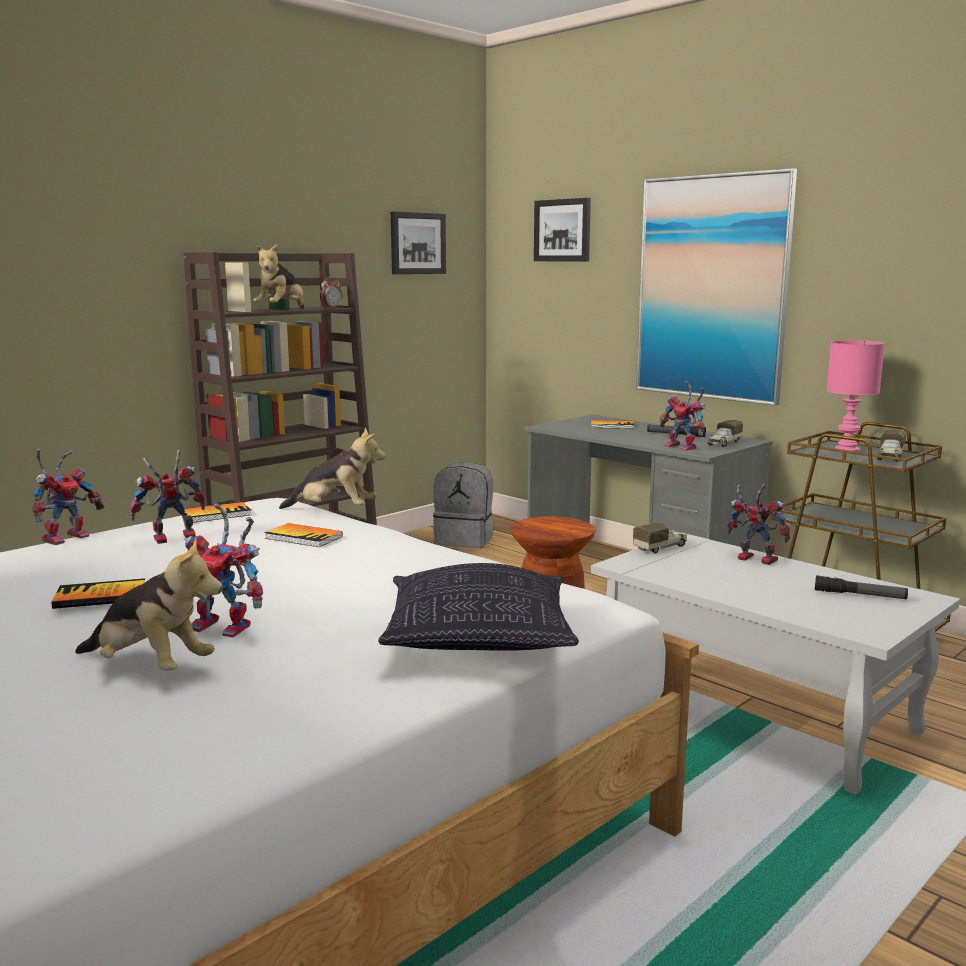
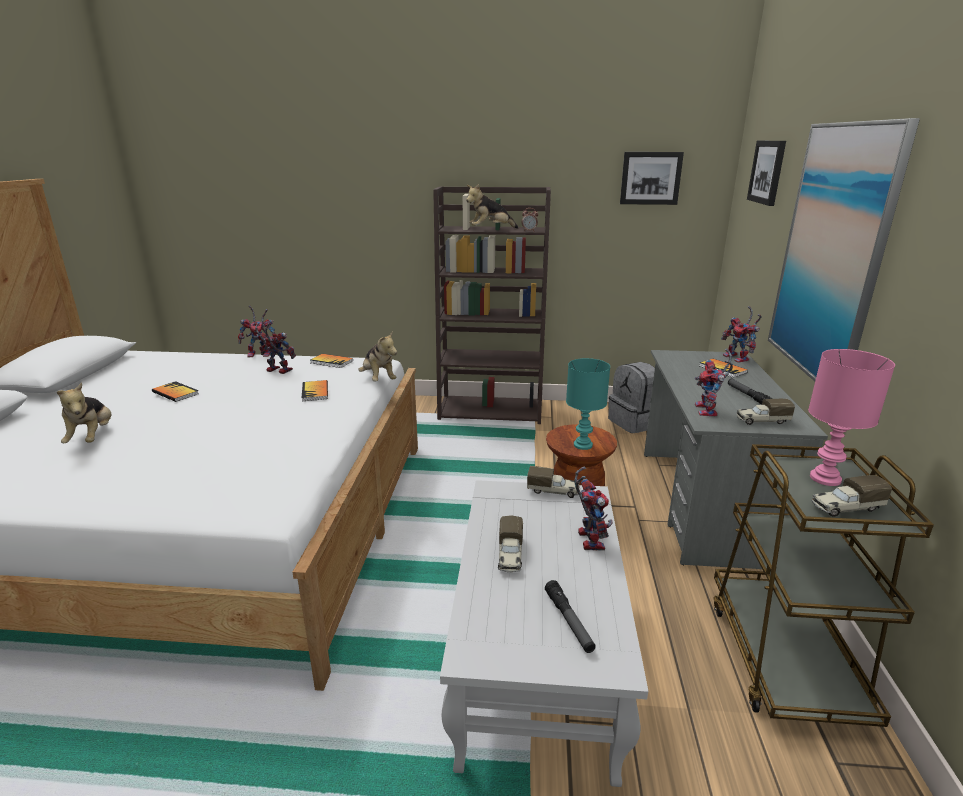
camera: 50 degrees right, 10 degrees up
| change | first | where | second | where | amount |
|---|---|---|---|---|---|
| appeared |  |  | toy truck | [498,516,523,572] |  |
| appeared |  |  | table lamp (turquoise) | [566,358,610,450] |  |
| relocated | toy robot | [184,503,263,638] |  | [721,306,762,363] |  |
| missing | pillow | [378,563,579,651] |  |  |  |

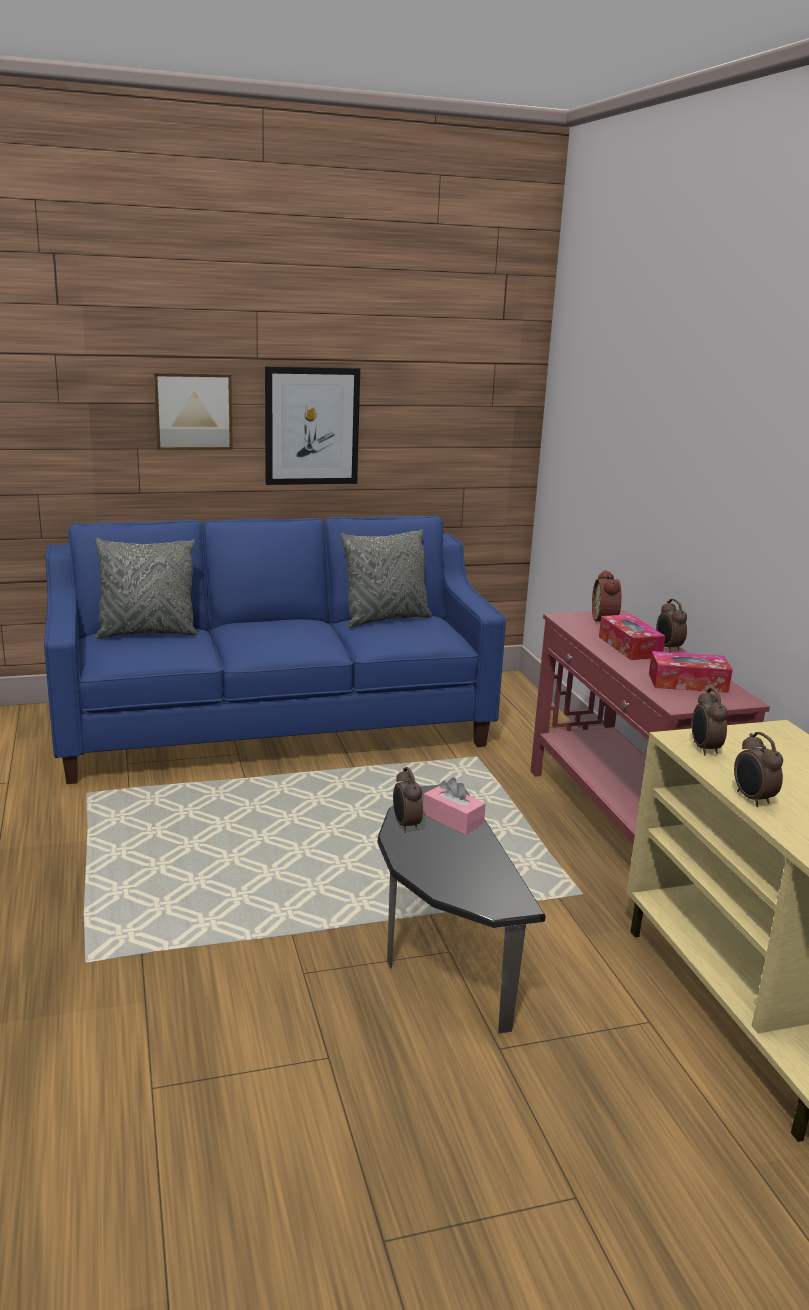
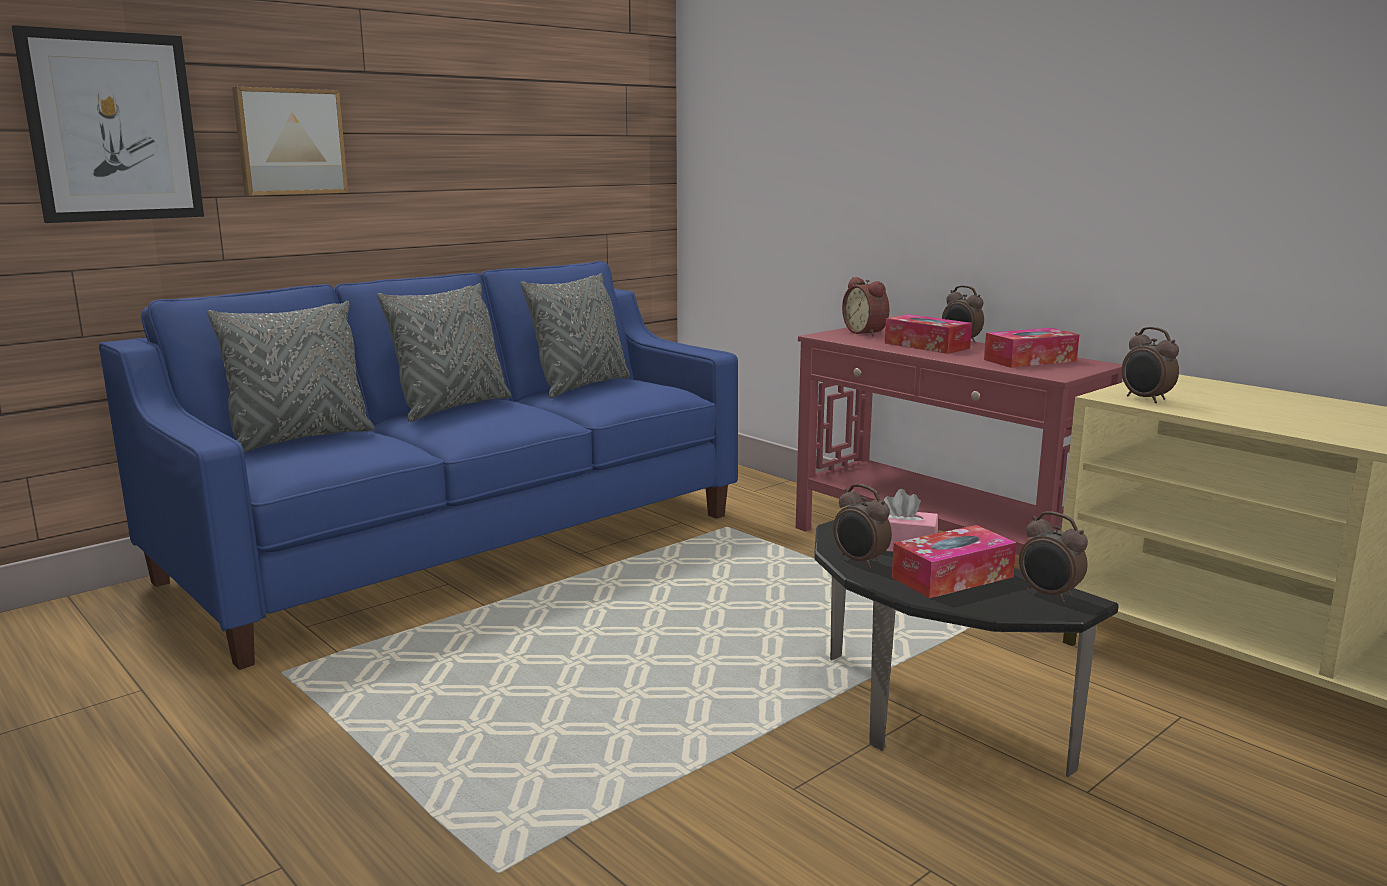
camera: 25 degrees left, 5 degrees down
| change | first | where | second | where | amount |
|---|---|---|---|---|---|
| relocated | picture | [265,366,360,485] |  | [12,25,204,223] |  |
| appeared |  |  | pillow (grey) | [377,283,511,422] |  |
| appeared |  |  | tissue box | [892,525,1017,598] |  |
| relocated | alarm clock | [734,732,783,807] |  | [1019,512,1088,603] |  |

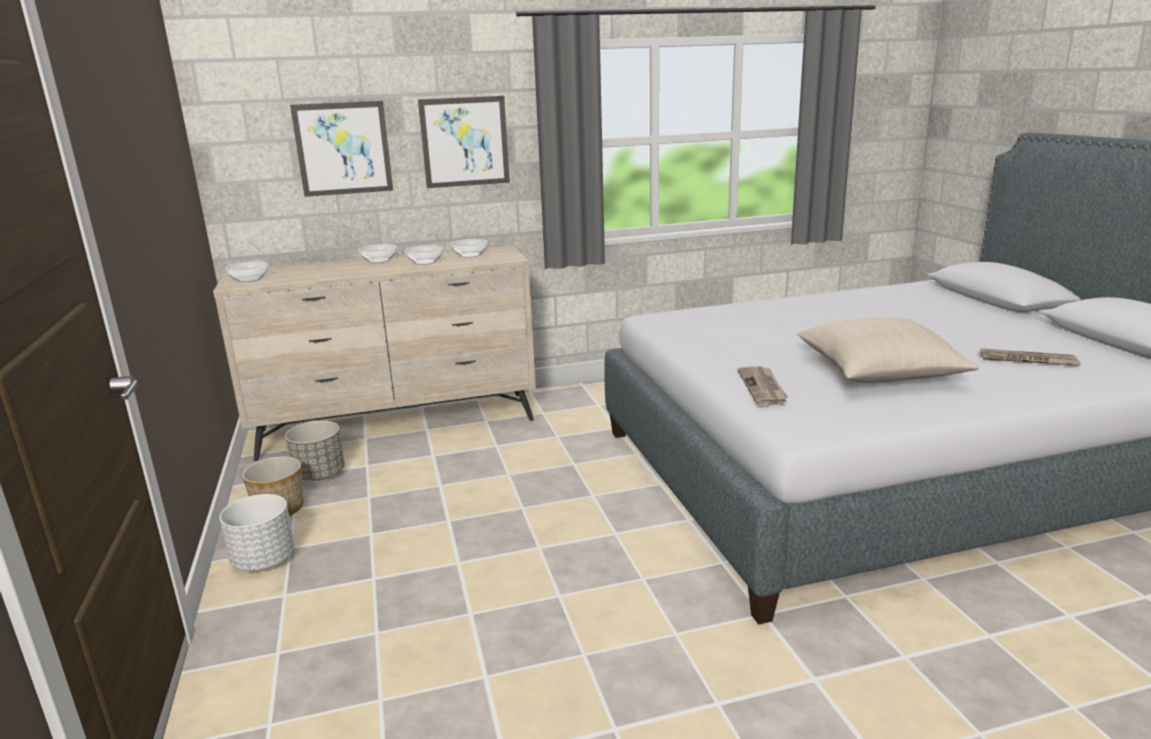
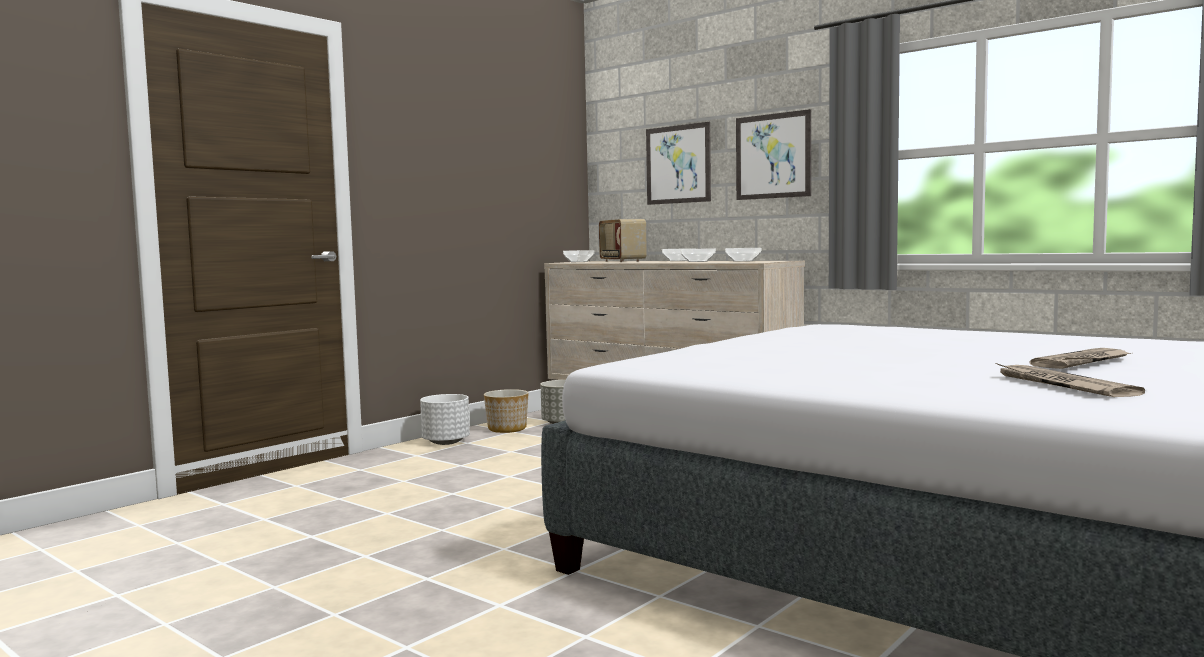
camera: 55 degrees right, 15 degrees down
| change | first | where | second | where | amount |
|---|---|---|---|---|---|
| appeared |  |  | radio | [599,219,646,262] |  |
| relocated | newspaper | [737,366,788,406] |  | [1029,348,1131,369] |  |
| missing | pillow (beige) | [797,317,979,383] |  |  |  |

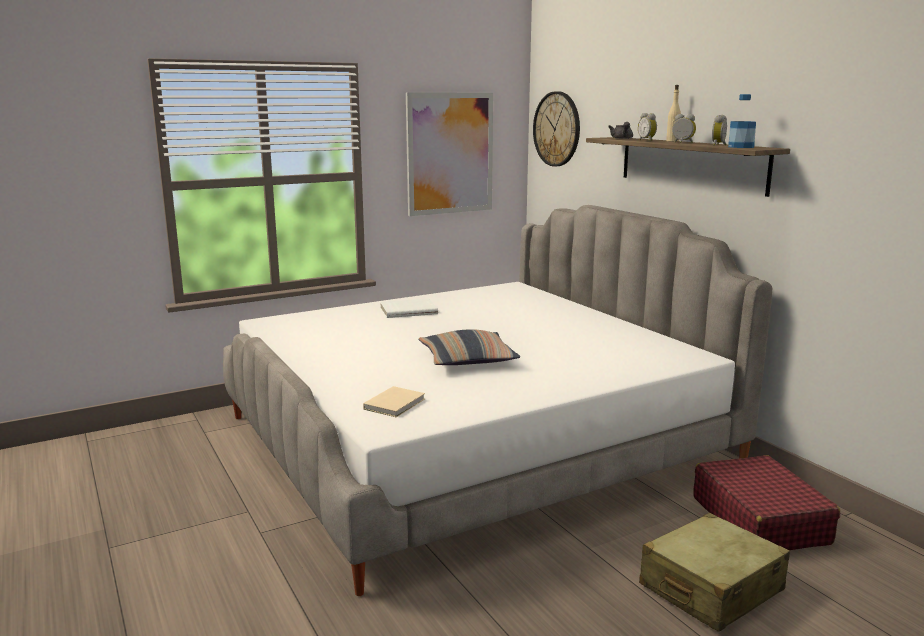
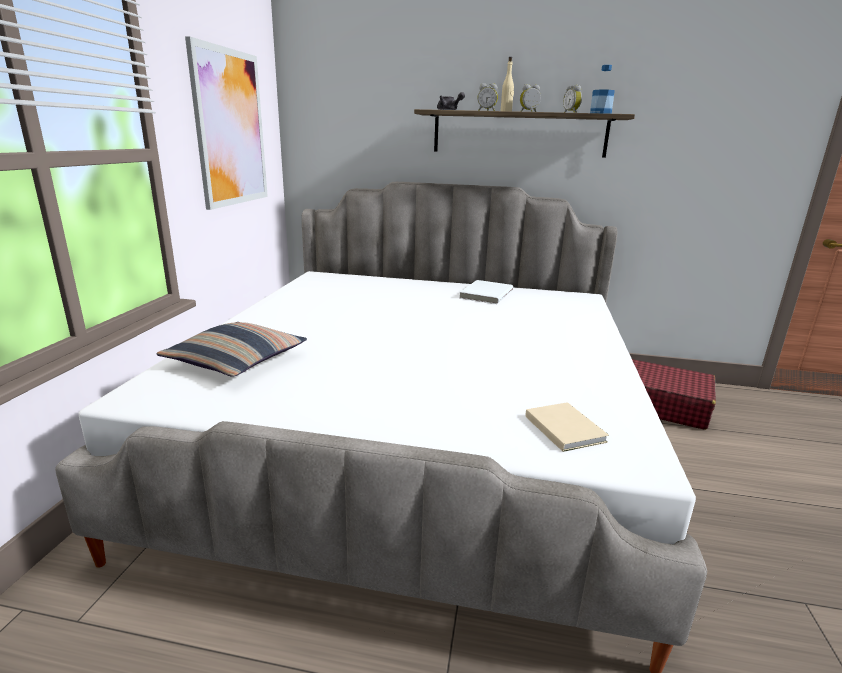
camera: 50 degrees left, 5 degrees up
| change | first | where | second | where | amount |
|---|---|---|---|---|---|
| relocated | pillow | [418,329,520,365] |  | [157,322,307,377] |  |
| relocated | book (white) | [380,299,438,318] |  | [459,280,513,304] |  |
| missing | wall clock | [533,91,580,166] |  |  |  |
| missing | suitcase (beige) | [639,513,790,632] |  |  |  |

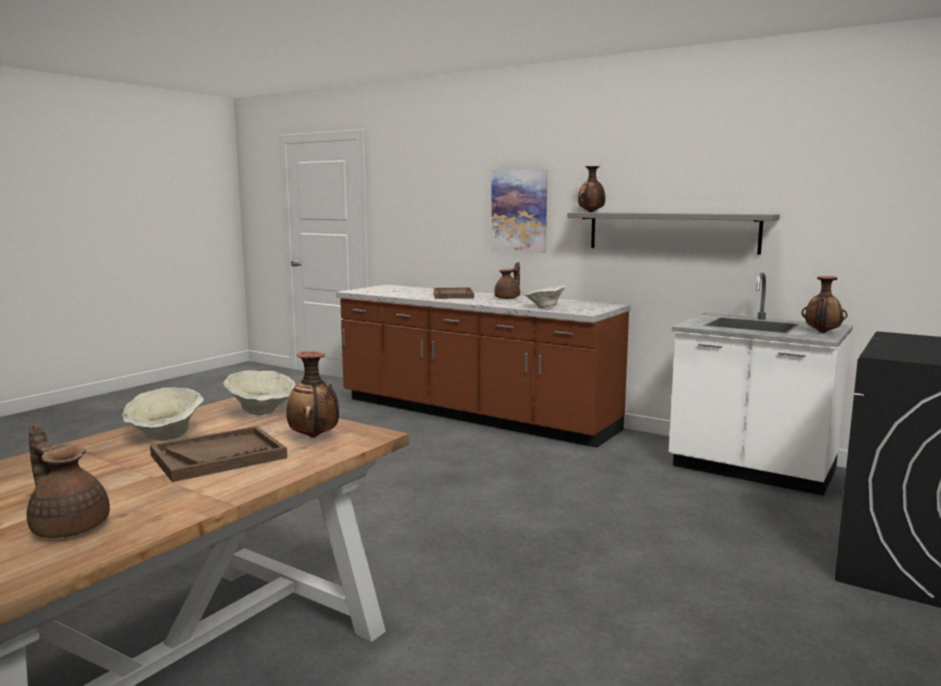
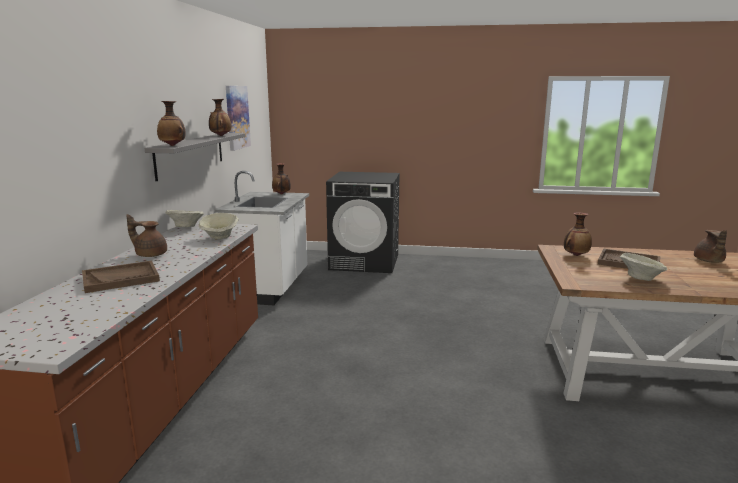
camera: 115 degrees left, 5 degrees up
| change | first | where | second | where | amount |
|---|---|---|---|---|---|
| relocated | bowl (beige) | [223,370,296,415] |  | [165,210,204,227] |  |
| appeared |  |  | vase | [209,99,231,136] |  |
| relocated | picture | [491,169,548,253] |  | [226,86,251,151] |  |

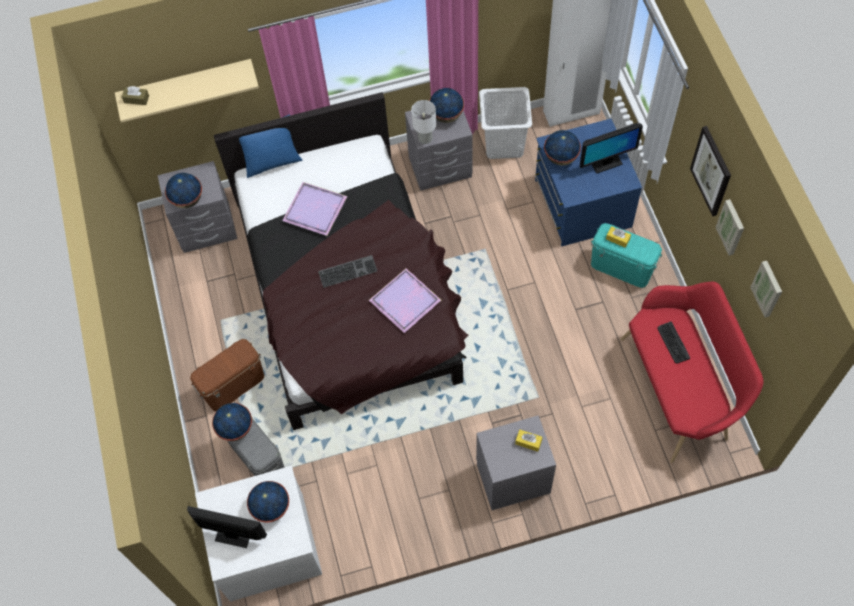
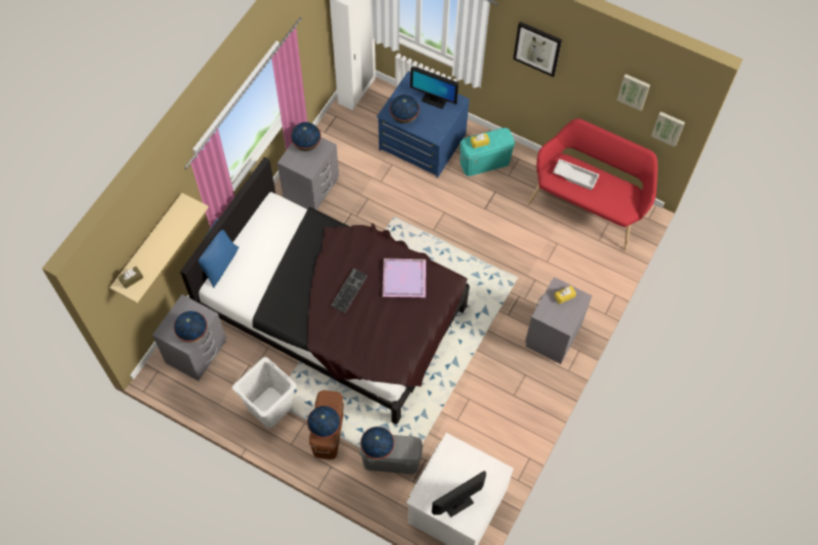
camera: 50 degrees left, 0 degrees up
| change | first | where | second | where | amount |
|---|---|---|---|---|---|
| relocated | laundry basket (white) | [479,87,532,159] |  | [232,357,296,428] |  |
| relocated | globe | [247,481,289,523] |  | [307,406,341,438] |  |
| spun | monitor | [580,123,643,174] |  | [410,67,459,109] | 90 degrees clockwise |
| exchanged | keyboard | [657,321,690,364] | tray (white) | [553,159,600,190] |  |
| relocated | picture | [715,199,744,256] |  | [651,111,685,147] |  |
| missing | tray (purple) | [282,182,347,236] |  |  |  |
| missing | table lamp (white) | [411,100,436,144] |  |  |  |

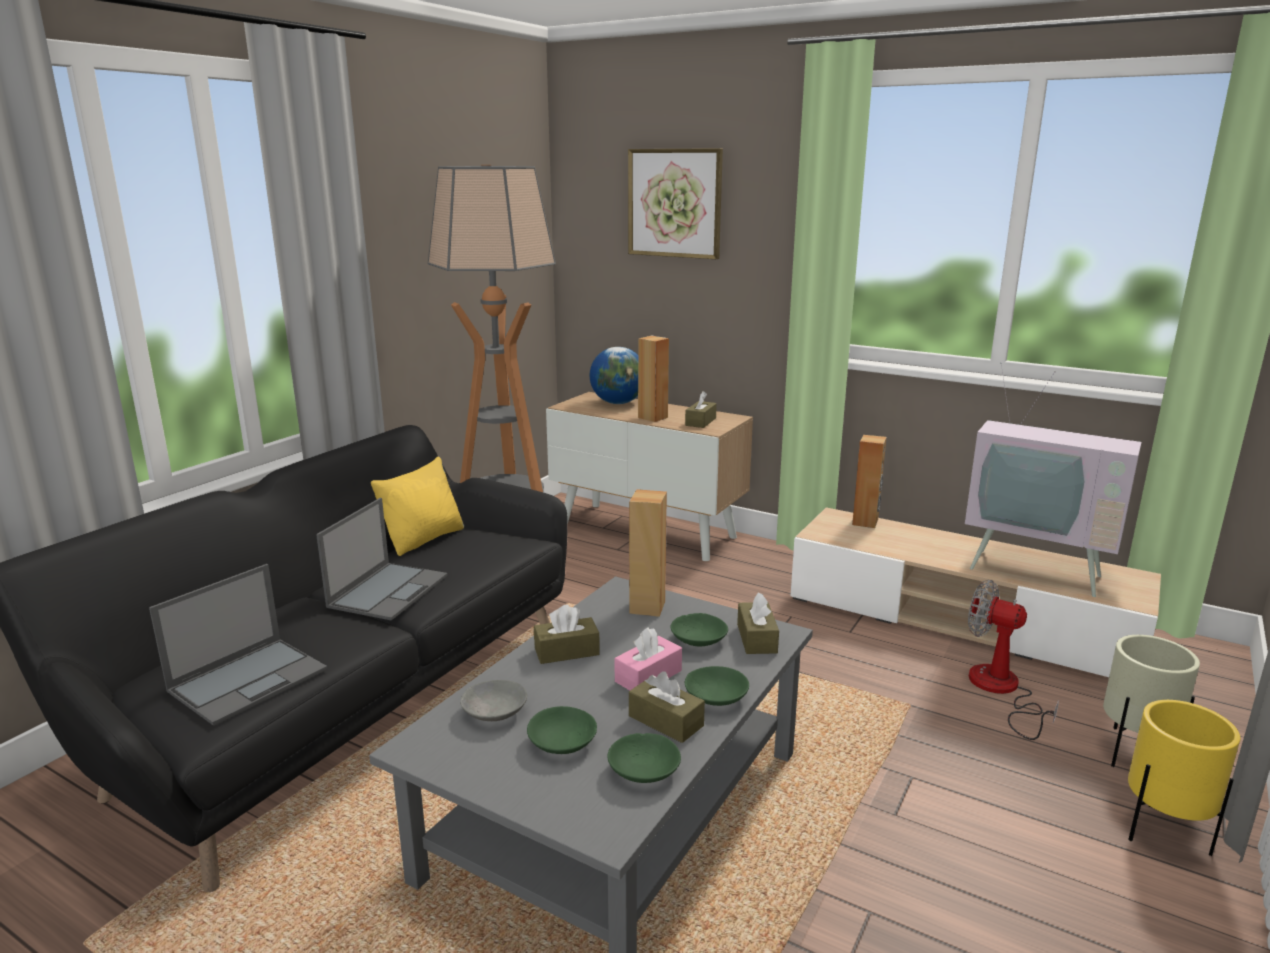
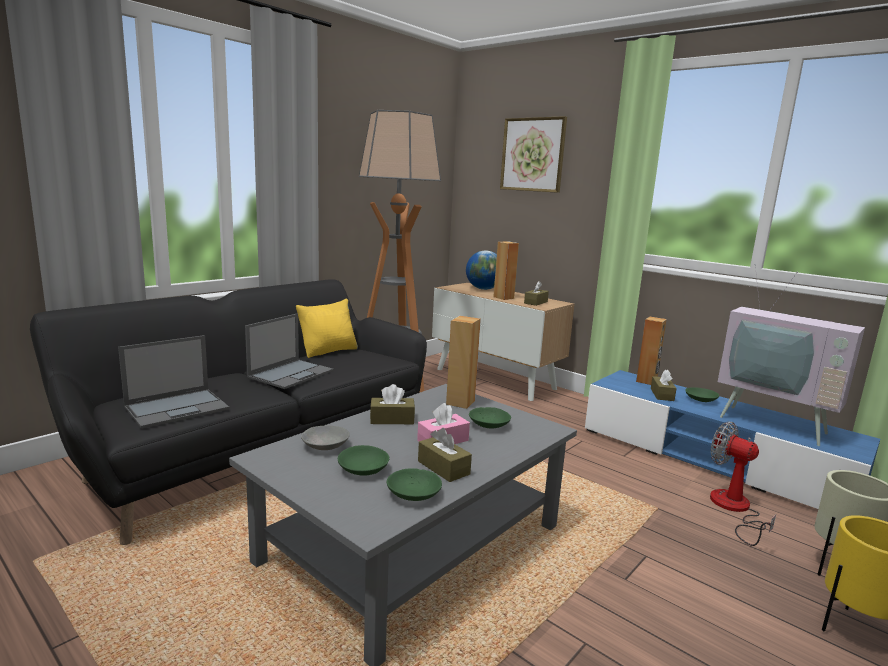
camera: 10 degrees right, 5 degrees down
| change | first | where | second | where | amount |
|---|---|---|---|---|---|
| colour | tv stand (beige) | [791,507,1161,677] | tv stand (blue) | [585,370,880,509] |  |
| relocated | tissue box (brown) | [737,593,779,654] |  | [651,369,677,401] |  |
| relocated | bowl (green) | [685,666,749,706] |  | [685,387,719,402] |  |

